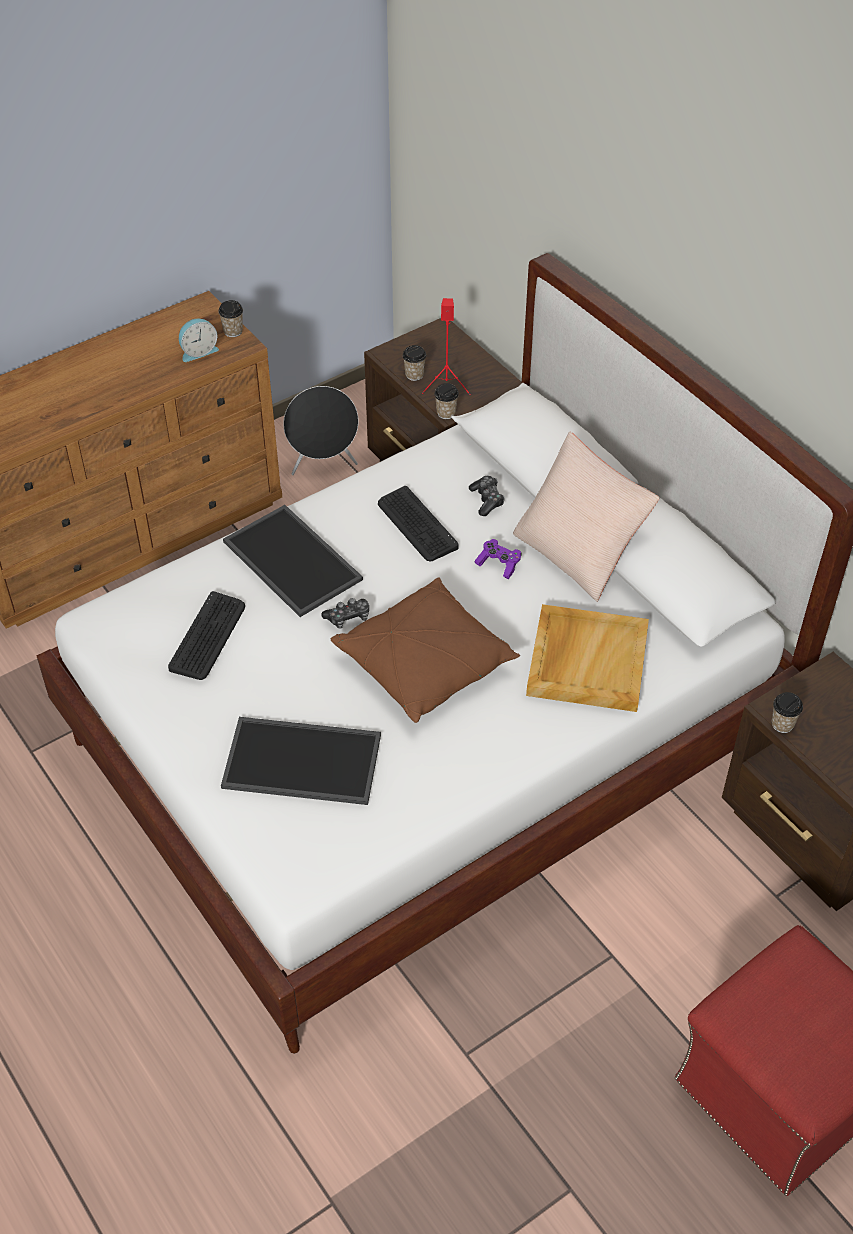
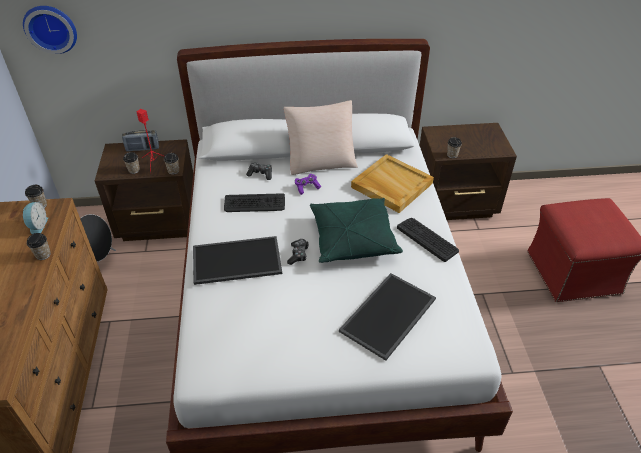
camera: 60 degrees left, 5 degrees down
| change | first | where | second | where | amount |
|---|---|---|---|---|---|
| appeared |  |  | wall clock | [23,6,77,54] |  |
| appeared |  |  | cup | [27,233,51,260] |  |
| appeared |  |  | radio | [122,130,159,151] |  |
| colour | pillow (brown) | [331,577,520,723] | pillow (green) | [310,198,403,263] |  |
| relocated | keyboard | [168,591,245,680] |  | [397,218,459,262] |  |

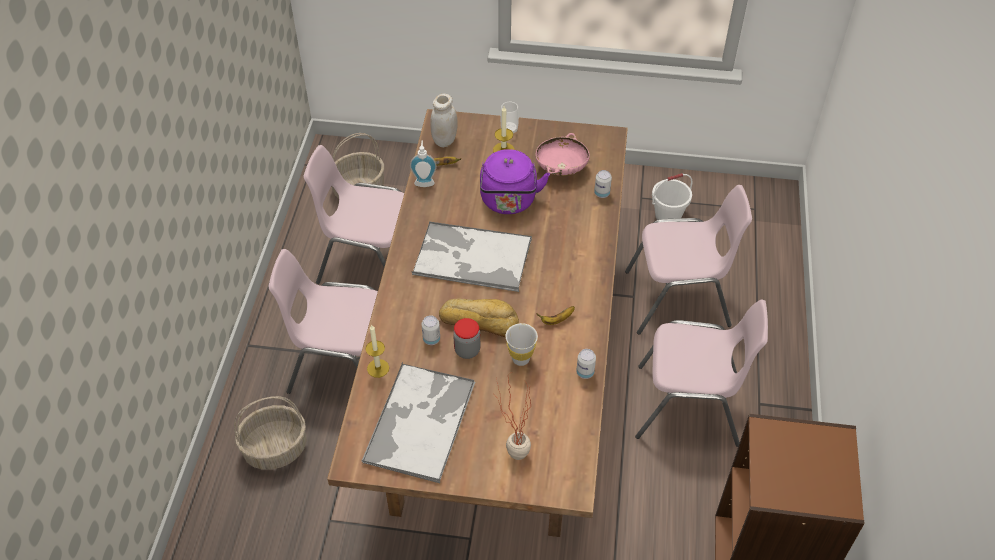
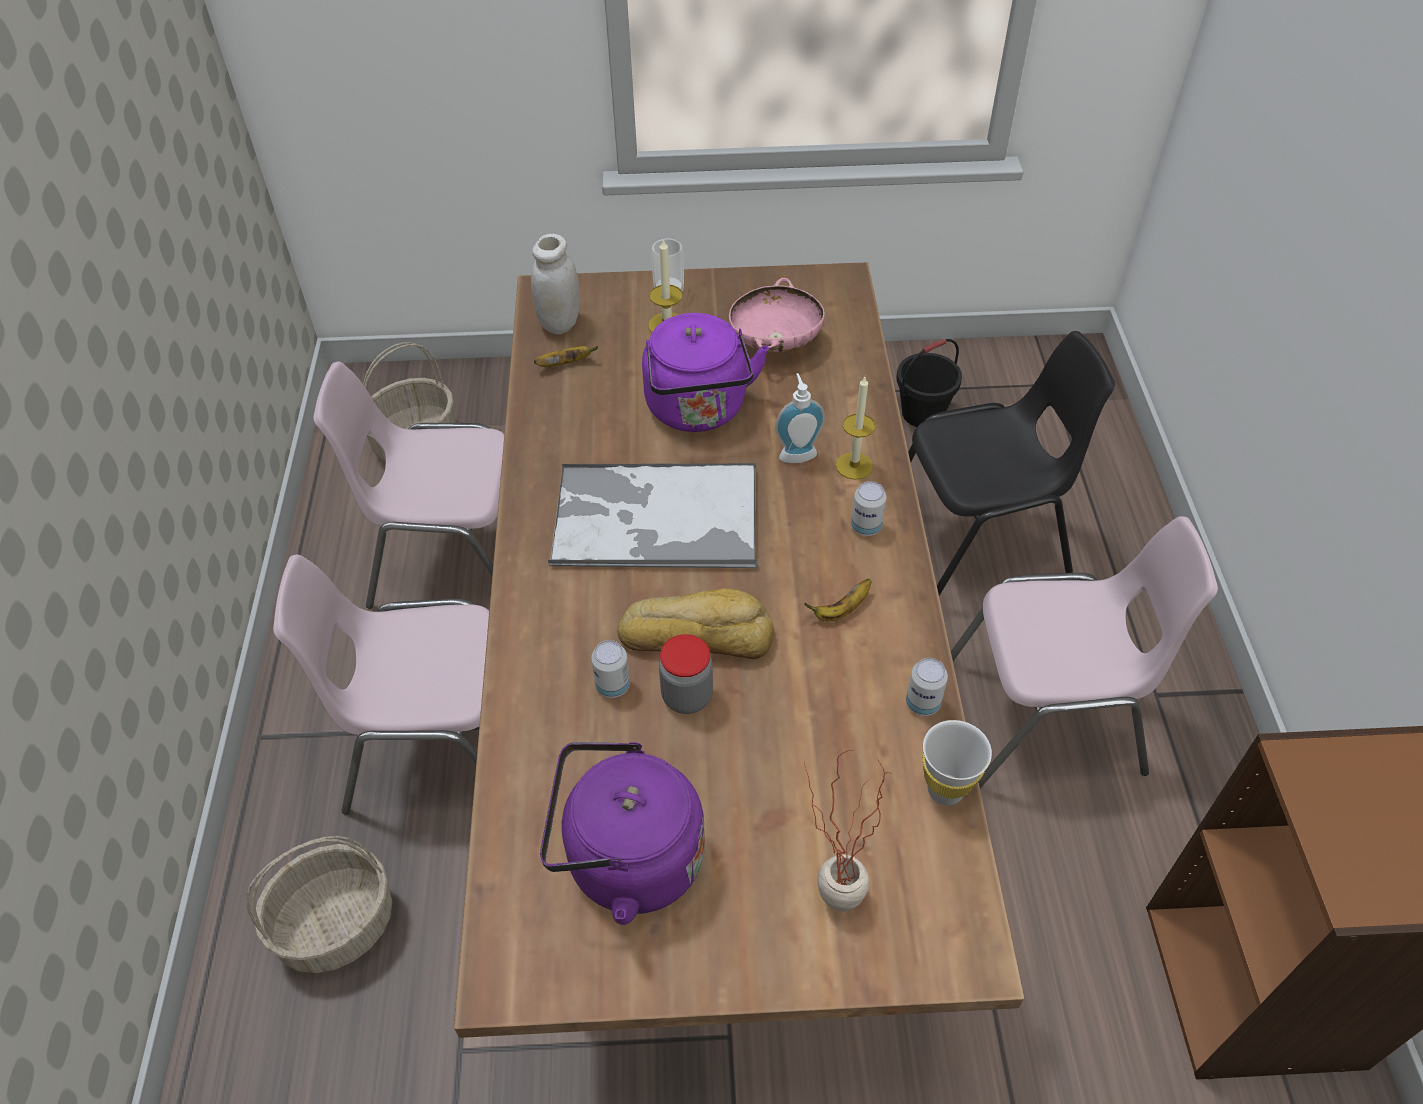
camera: 10 degrees left, 0 degrees up
| change | first | where | second | where | amount |
|---|---|---|---|---|---|
| exchanged | tray | [361,362,475,484] | kettle (purple) | [540,742,705,925] |  |
| relocated | soap dispenser | [410,141,437,187] |  | [775,373,825,463] |  |
| relocated | candle | [365,325,389,378] |  | [836,377,876,480] |  |
| relocated | can | [594,170,612,198] |  | [851,481,886,536] |  |
| colour | bucket (white) | [652,173,693,220] | bucket (black) | [897,339,962,427] |  |
| colour | chair (pink) | [625,185,752,335] | chair (black) | [908,331,1115,596] |  |
| relocated | cup (white) | [506,323,538,366] |  | [922,720,992,806] |  |

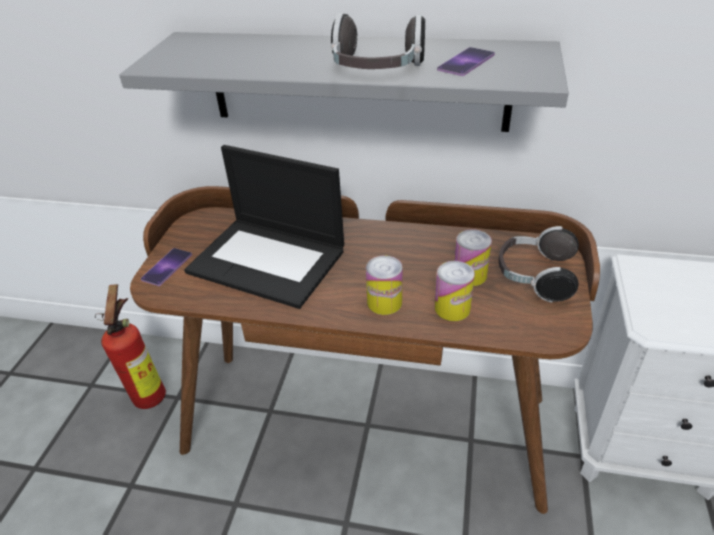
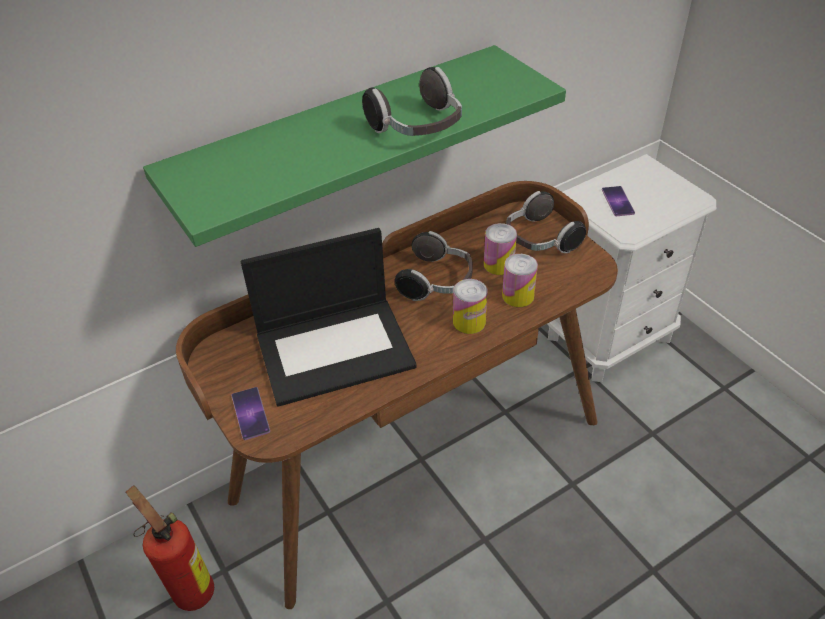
camera: 45 degrees left, 5 degrees up
| change | first | where | second | where | amount |
|---|---|---|---|---|---|
| colour | shelf (grey) | [119,32,569,132] | shelf (green) | [143,45,566,247] |  |
| appeared |  |  | headphones | [395,231,473,301] |  |
| relocated | phone | [437,47,495,76] |  | [602,186,635,216] |  |

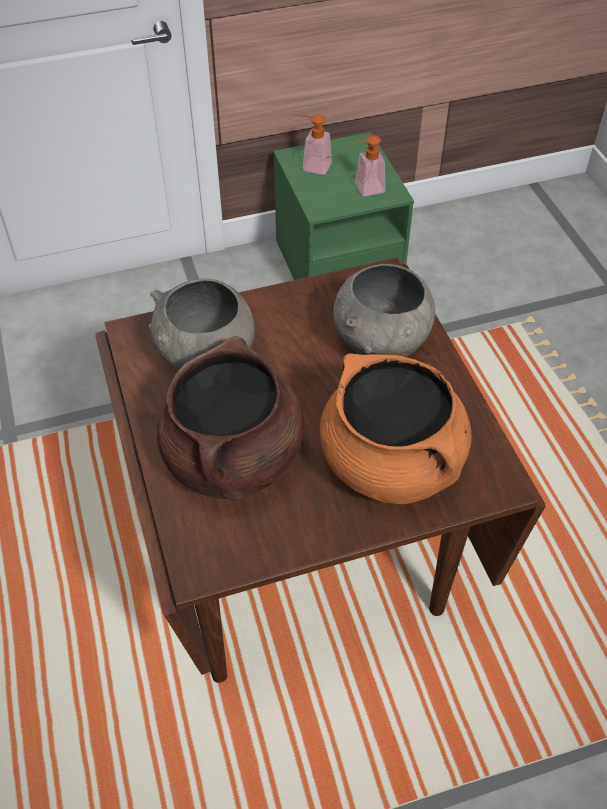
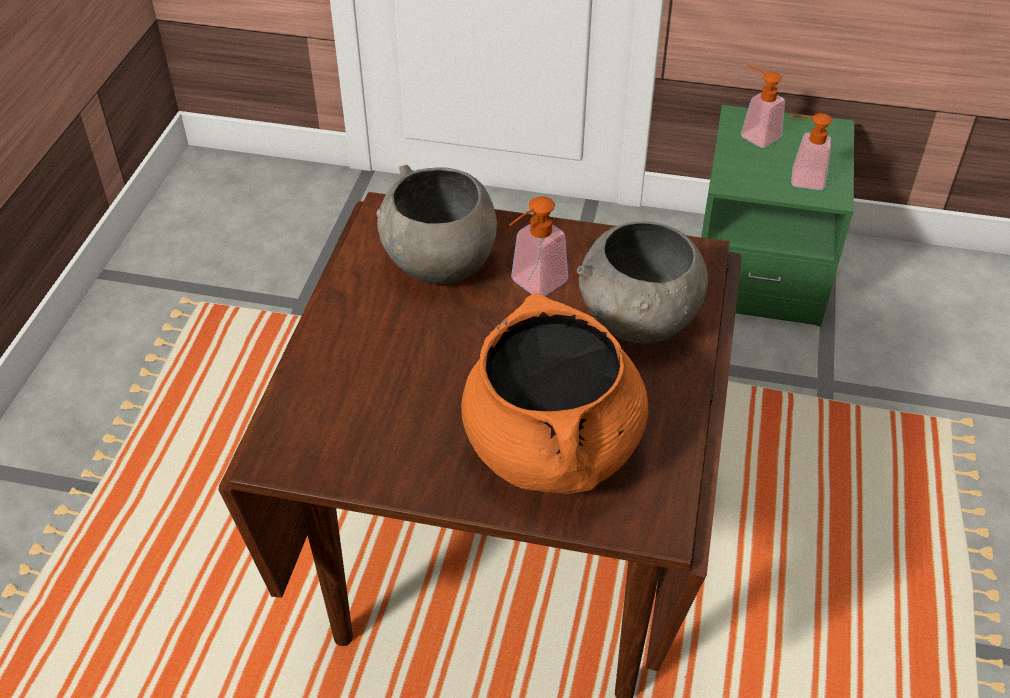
camera: 30 degrees right, 5 degrees down
| change | first | where | second | where | amount |
|---|---|---|---|---|---|
| appeared |  |  | soap dispenser | [509,196,568,296] |  |
| missing | cooking pot (brown) | [157,336,304,500] |  |  |  |

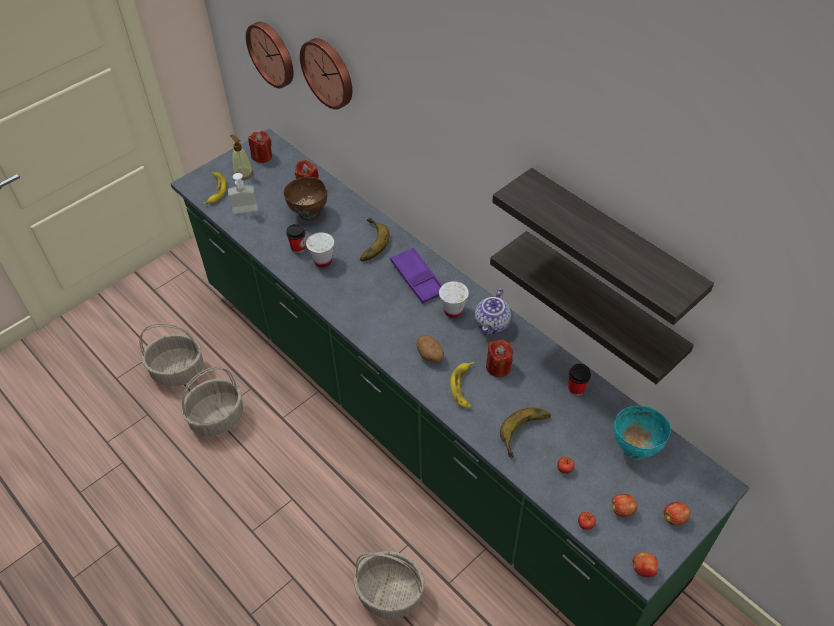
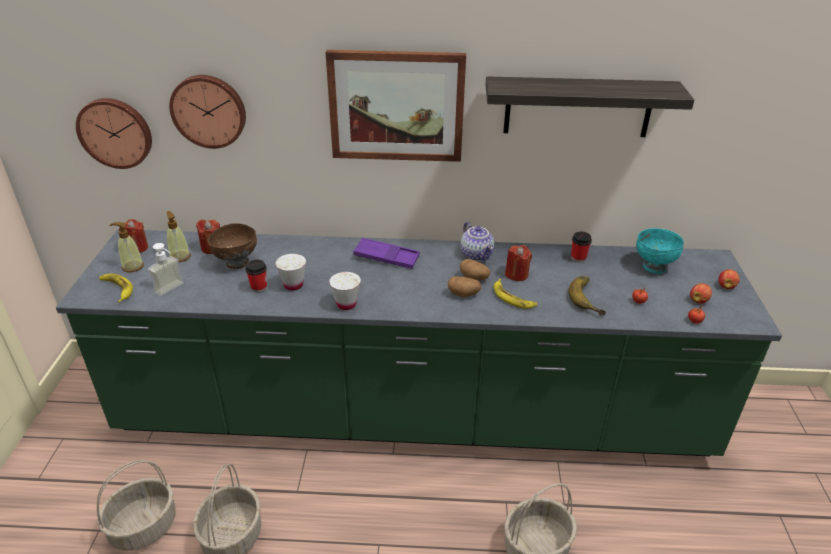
camera: 45 degrees left, 15 degrees down
| change | first | where | second | where | amount |
|---|---|---|---|---|---|
| appeared |  |  | soap dispenser | [167,211,191,262] |  |
| appeared |  |  | picture | [325,50,466,162] |  |
| relocated | cup (white) | [439,281,469,318] |  | [329,272,361,310] |  |
| appeared |  |  | potato | [460,259,490,281] |  |
| missing | banana | [360,218,390,262] |  |  |  |
| missing | shelf | [490,231,694,384] |  |  |  |
| missing | apple | [633,552,658,577] |  |  |  |

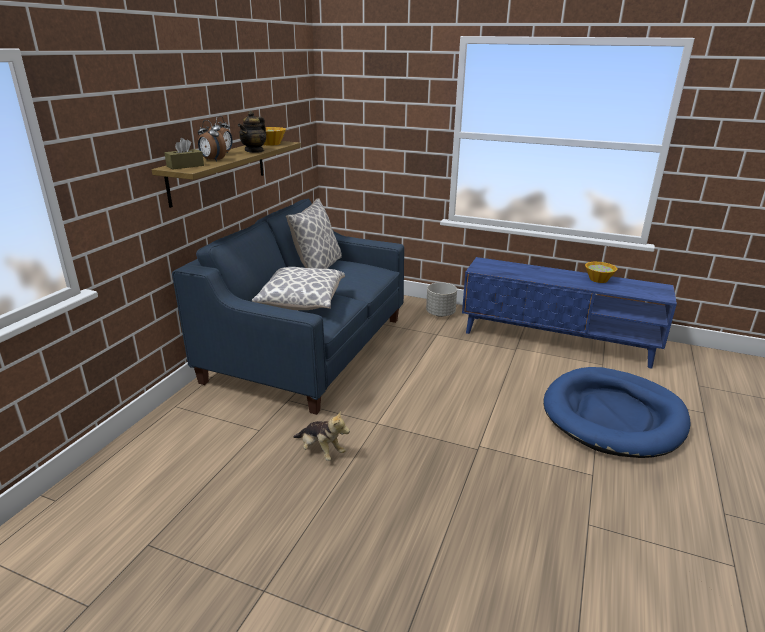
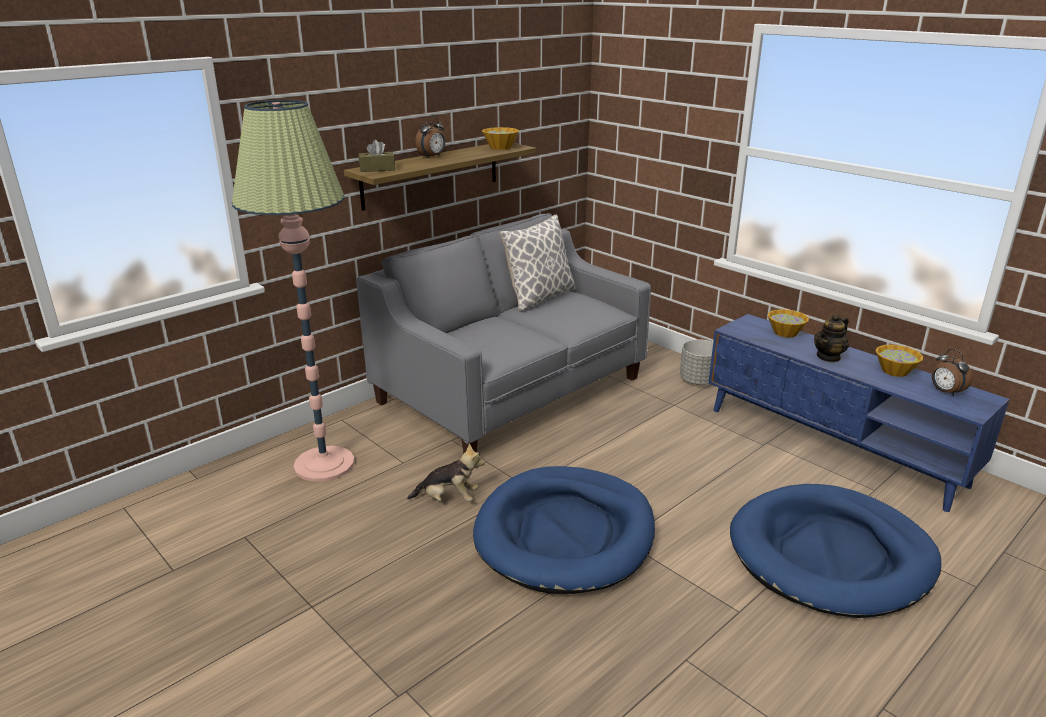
camera: 25 degrees right, 0 degrees up
| change | first | where | second | where | amount |
|---|---|---|---|---|---|
| appeared |  |  | floor lamp | [232,100,354,482] |  |
| colour | sofa (blue) | [172,199,404,415] | sofa (grey) | [356,213,651,453] |  |
| spun | plush toy | [293,410,350,461] |  | [407,443,485,501] | 60 degrees counterclockwise |
| appeared |  |  | dog bed (blue) | [473,466,655,594] |  |
| appeared |  |  | bowl | [768,309,809,338] |  |
| relocated | teapot | [238,111,266,153] |  | [814,314,849,363] |  |
| relocated | alarm clock | [198,120,226,162] |  | [932,349,973,396] |  |
| missing | pillow | [252,267,345,310] |  |  |  |

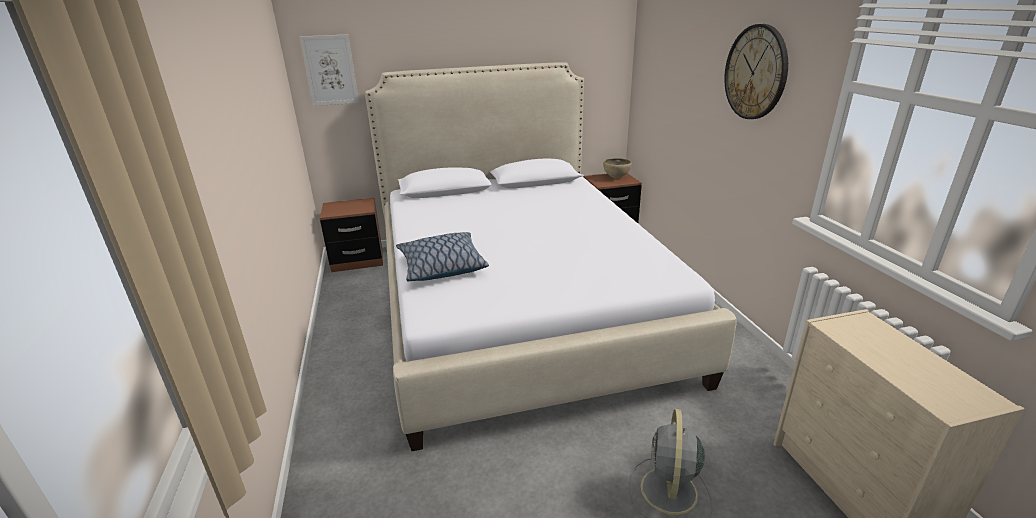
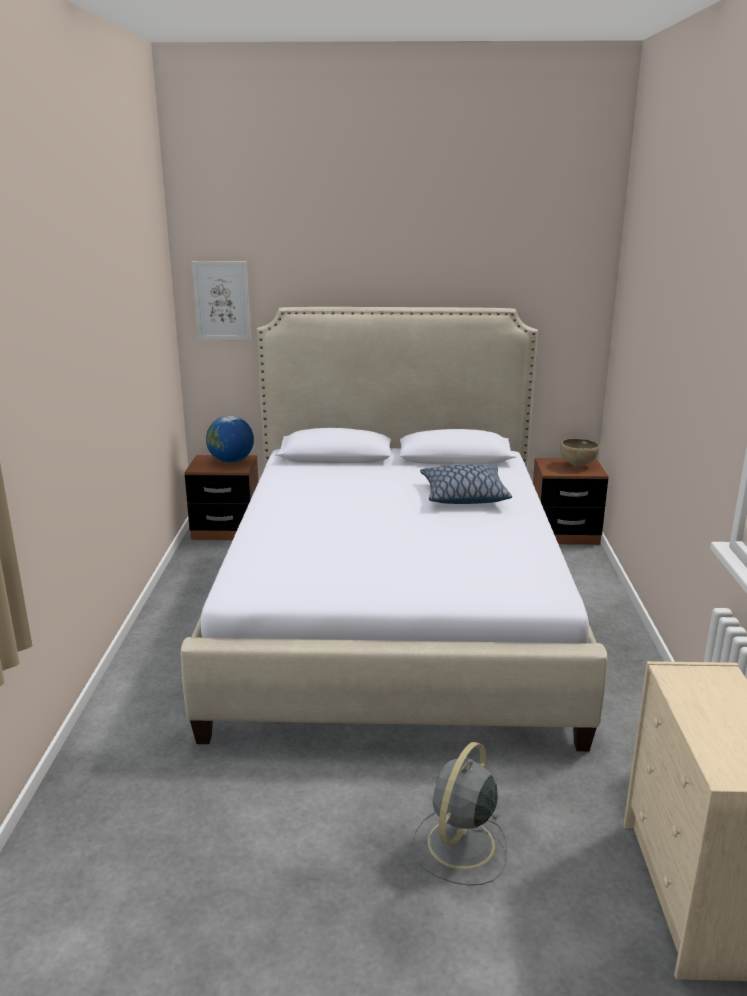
camera: 15 degrees right, 5 degrees down
| change | first | where | second | where | amount |
|---|---|---|---|---|---|
| appeared |  |  | globe | [206,416,254,463] |  |
| relocated | pillow | [396,232,489,281] |  | [420,464,512,504] |  |
| missing | wall clock | [724,24,788,119] |  |  |  |

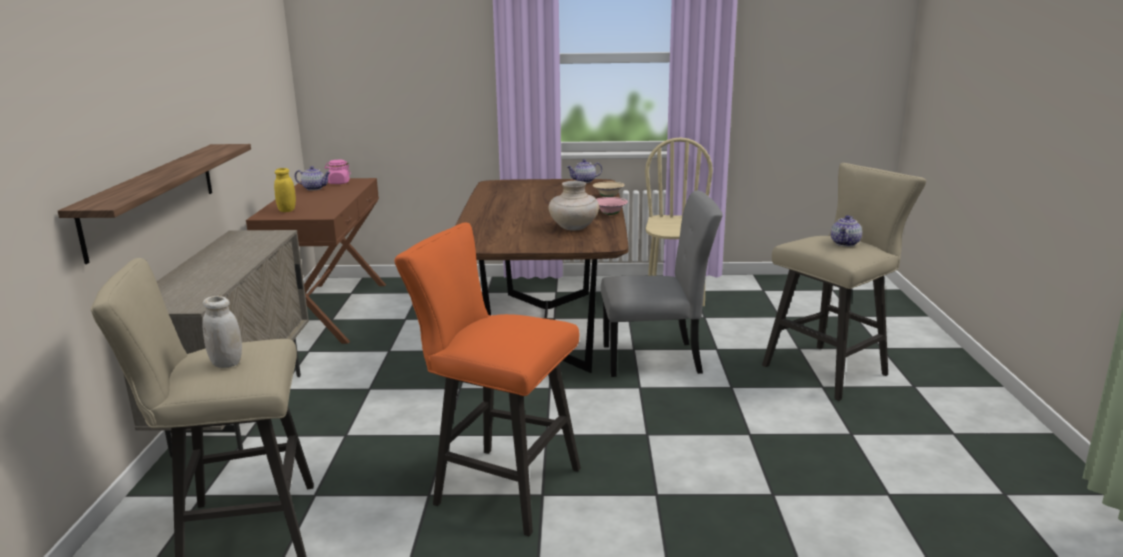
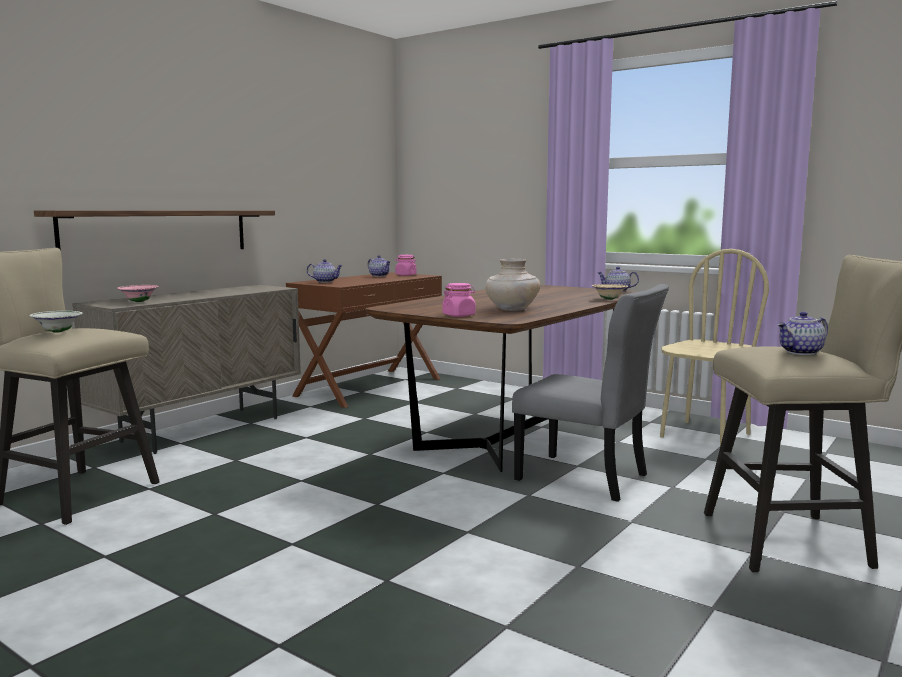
camera: 35 degrees right, 10 degrees down
| change | first | where | second | where | amount |
|---|---|---|---|---|---|
| exchanged | jar (white) | [202,296,242,368] | bowl (white) | [29,311,83,333] |  |
| relocated | bowl (pink) | [596,197,628,215] |  | [117,285,159,302] |  |
| exchanged | jar (yellow) | [274,168,296,212] | teapot | [307,259,343,283] |  |
| appeared |  |  | jar (pink) | [442,283,476,317] |  |
| missing | stool (orange) | [394,222,581,536] |  |  |  |

